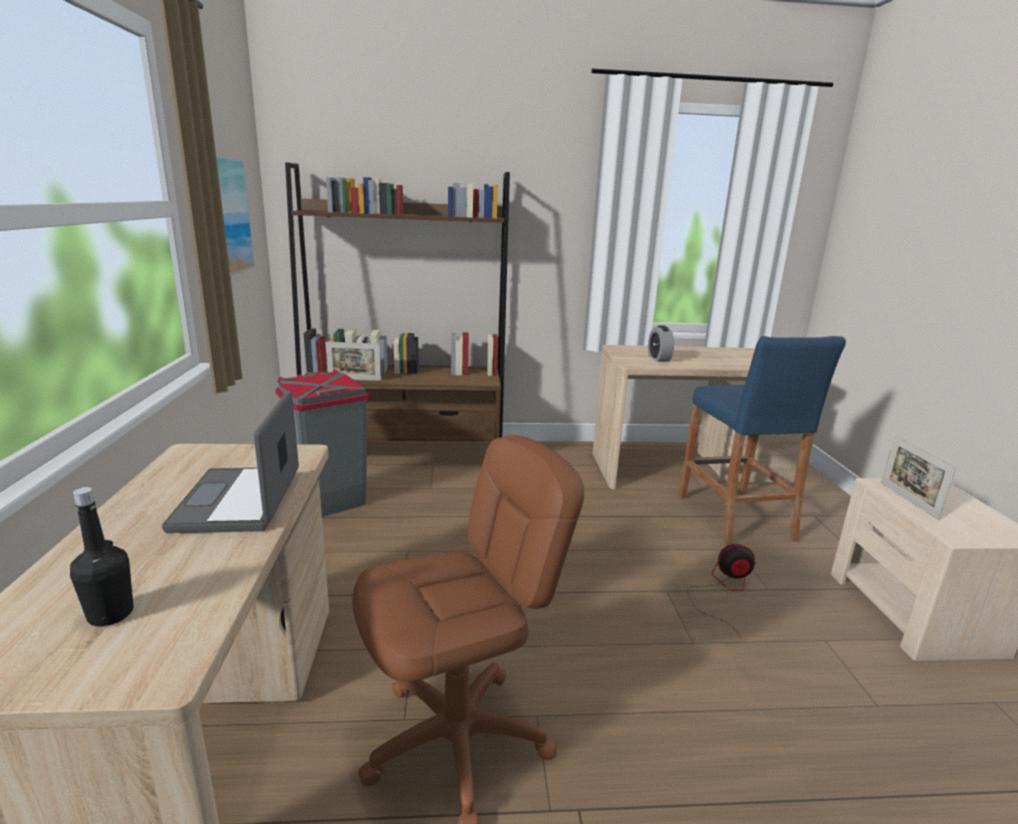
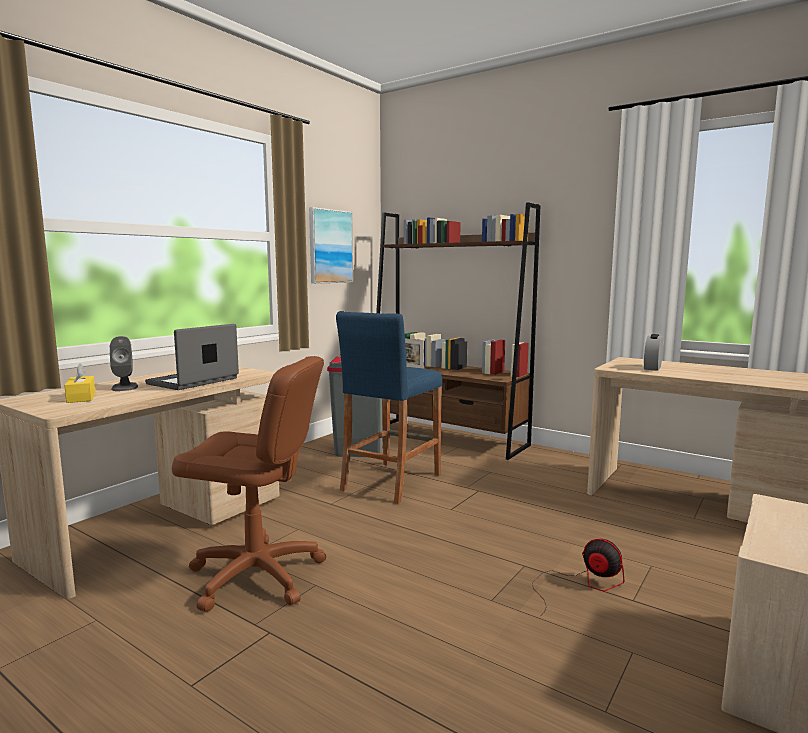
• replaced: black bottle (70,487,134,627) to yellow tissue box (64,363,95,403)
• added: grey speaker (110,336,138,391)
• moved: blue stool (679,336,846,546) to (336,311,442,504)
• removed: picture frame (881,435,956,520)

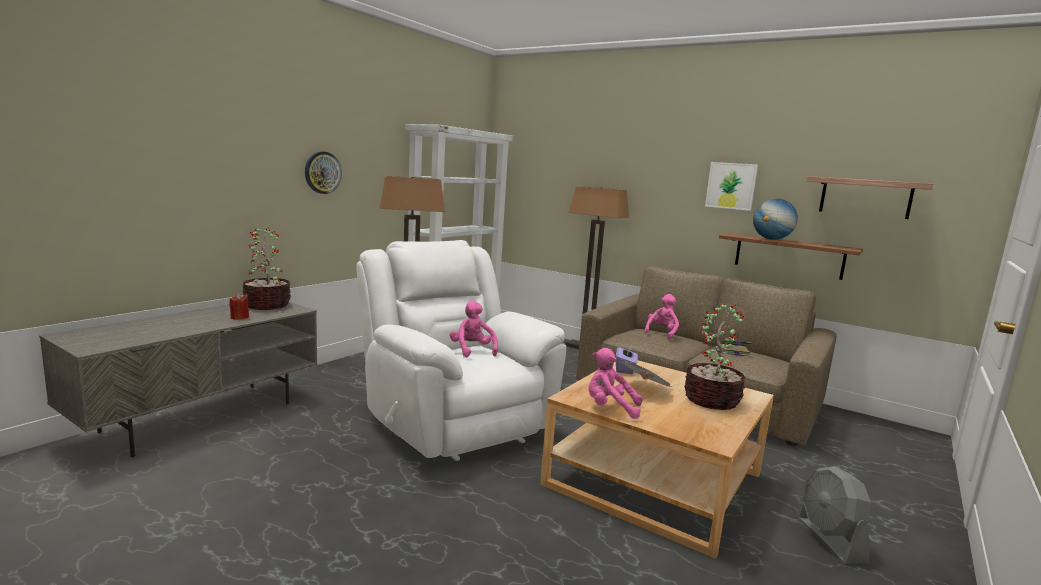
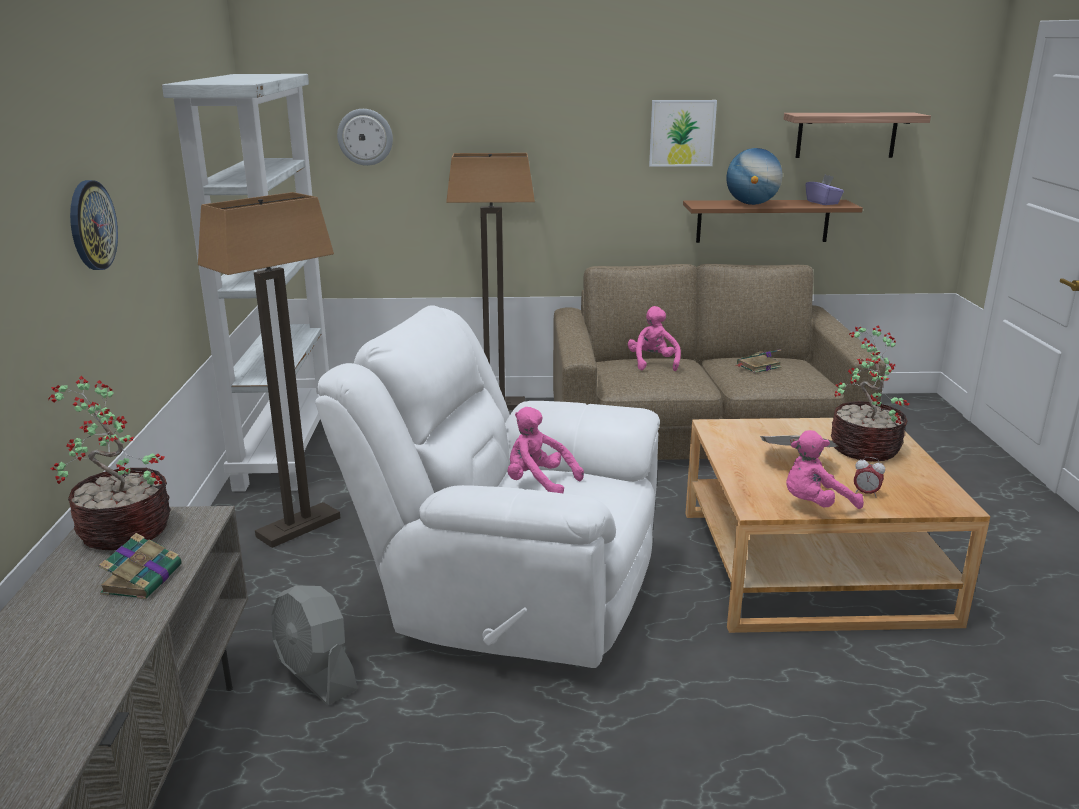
• replaced: red candle (229,293,249,320) to book (98,533,182,599)
• moved: grey fan (797,466,871,564) to (271,586,358,705)
• added: wall clock (337,109,393,166)
• moved: purple tissue box (616,345,638,374) to (805,175,844,205)
• added: alarm clock (854,457,885,498)

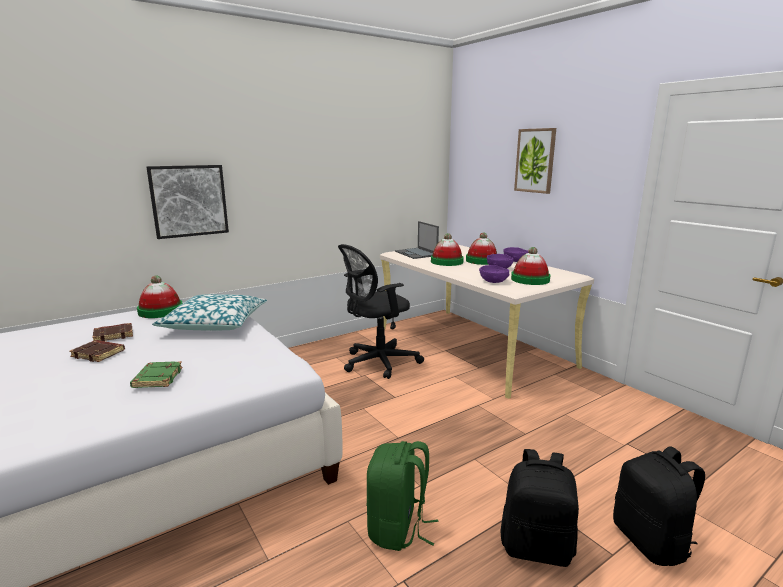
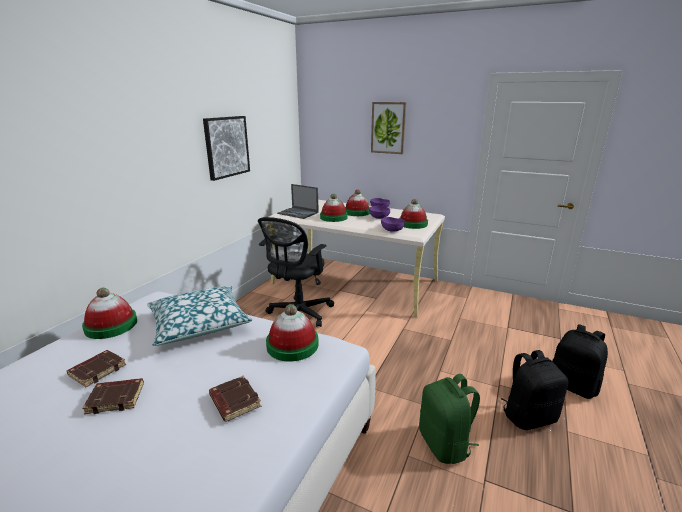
• moved: picture (146,165,229,239) to (203,116,250,181)
• recoloured: green book (130,361,183,388) to brown book (209,376,261,422)
• added: hat (266,304,319,361)

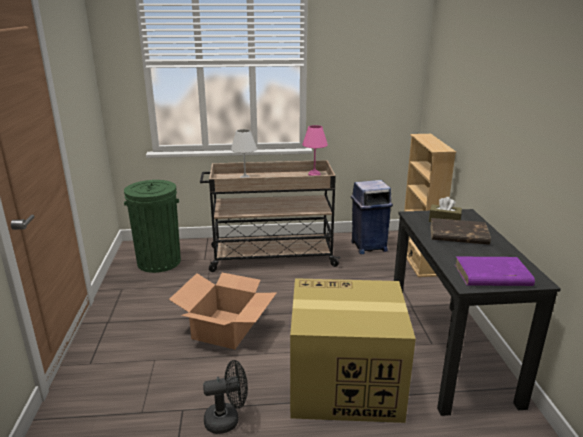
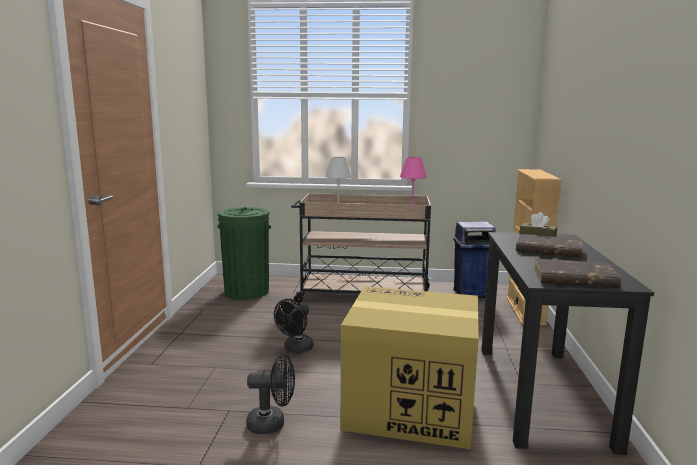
• replaced: cardboard box (169,273,276,350) to black fan (274,299,314,353)
• recoloured: purple book (455,257,535,286) to brown book (533,258,621,288)

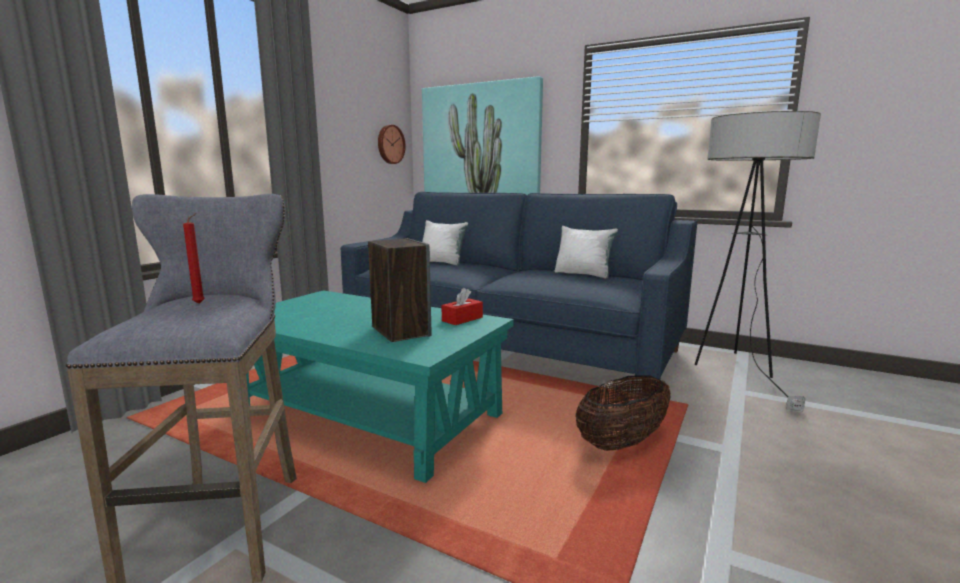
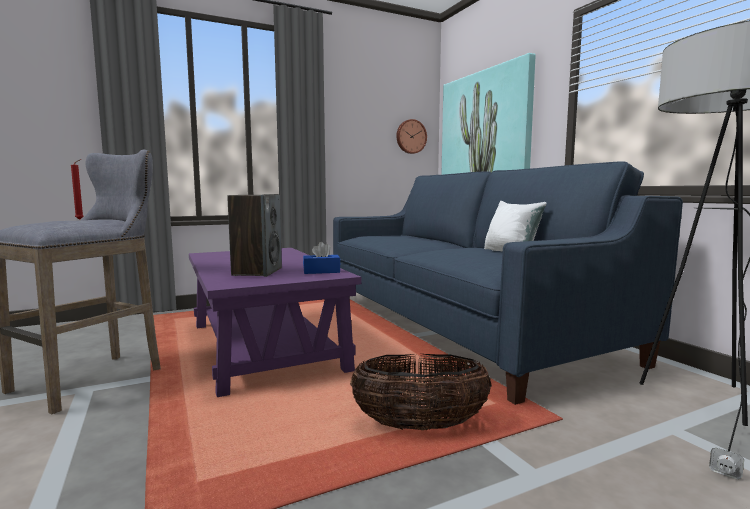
• recoloured: turquoise coffee table (246,290,514,483) to purple coffee table (189,248,361,397)
• recoloured: red tissue box (442,288,483,325) to blue tissue box (303,242,340,274)
• removed: white pillow (422,220,468,265)

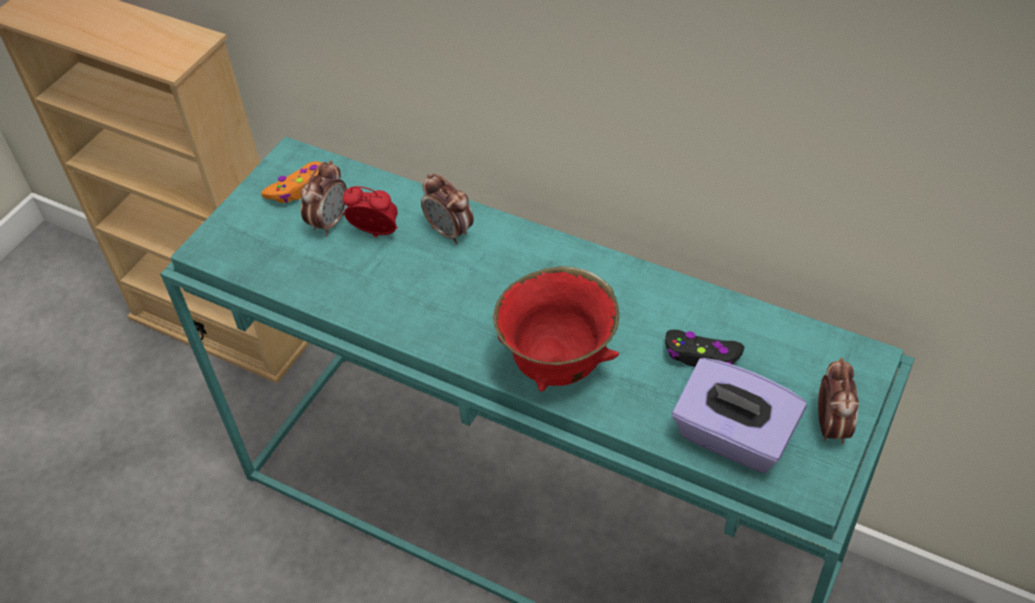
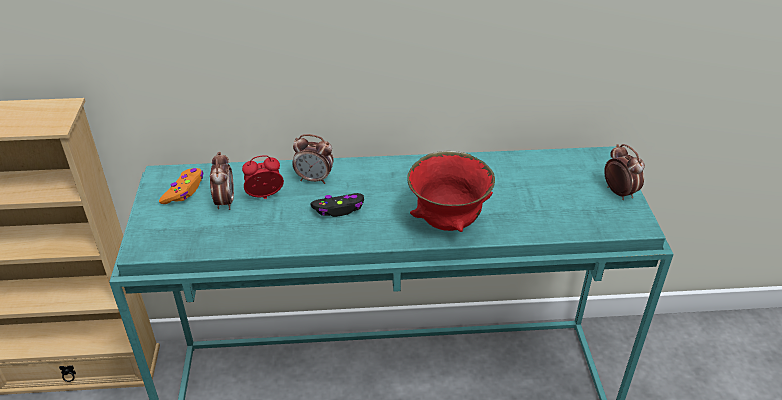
• moved: black game controller (665,330,744,367) to (310,193,364,217)
• removed: purple tissue box (672,358,807,473)

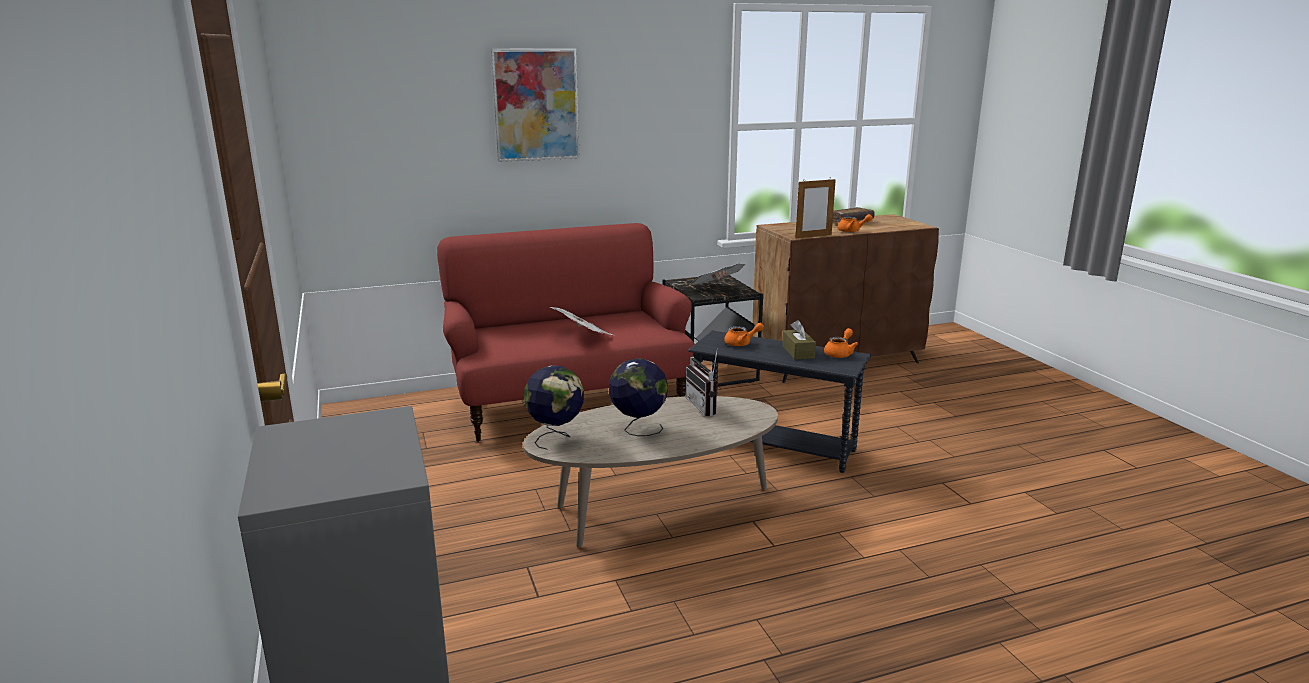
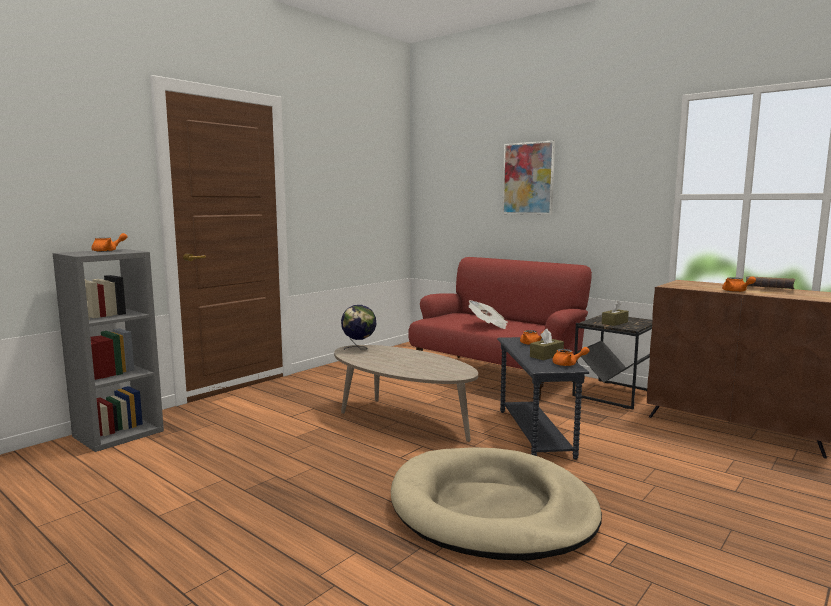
• added: orange teapot (92,233,127,252)
• added: beige dog bed (391,447,602,560)
• replaced: newspaper (689,264,745,285) to brown tissue box (602,301,629,326)
• removed: globe (609,358,668,436)
• removed: radio (686,349,718,416)
• removed: picture frame (795,179,836,239)

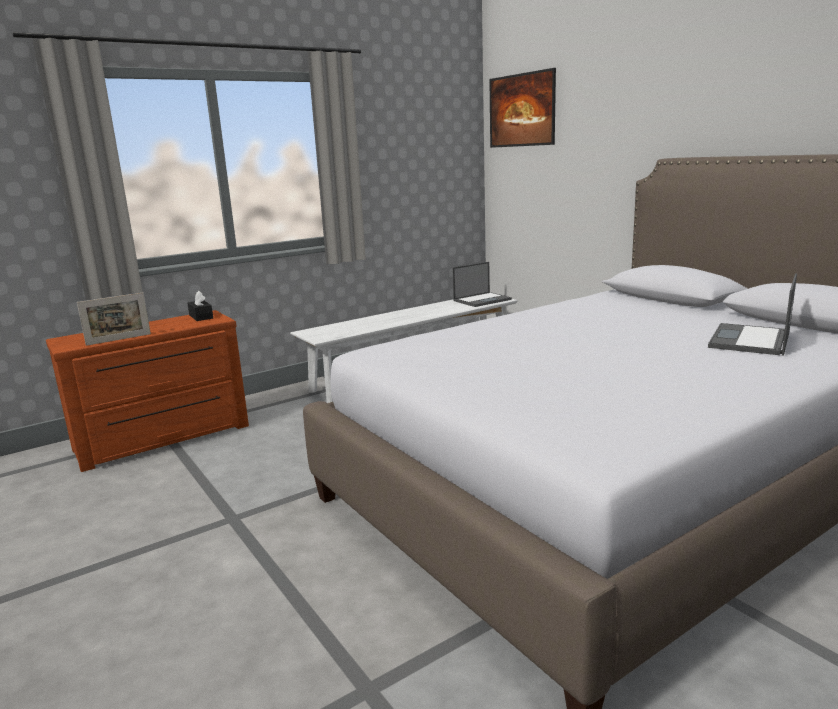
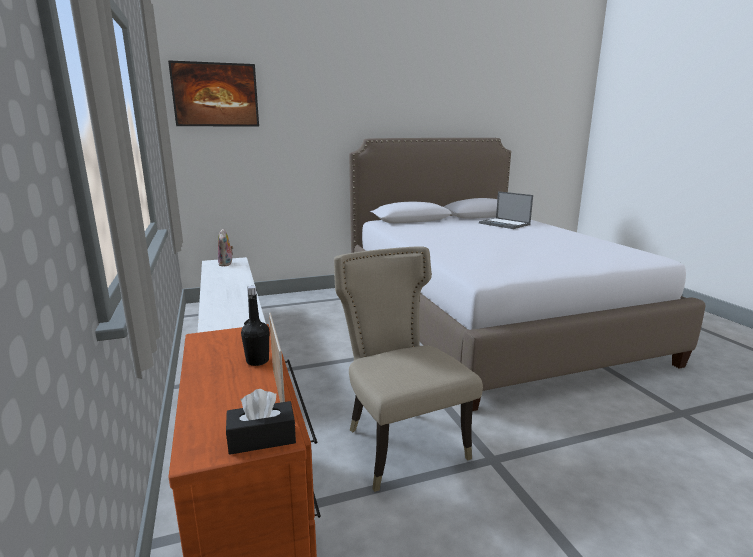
• replaced: laptop (453,262,512,307) to plush toy (218,229,234,266)
• moved: black tissue box (187,291,213,321) to (226,389,296,455)
• added: black bottle (241,286,269,366)
• added: beige chair (334,246,483,492)

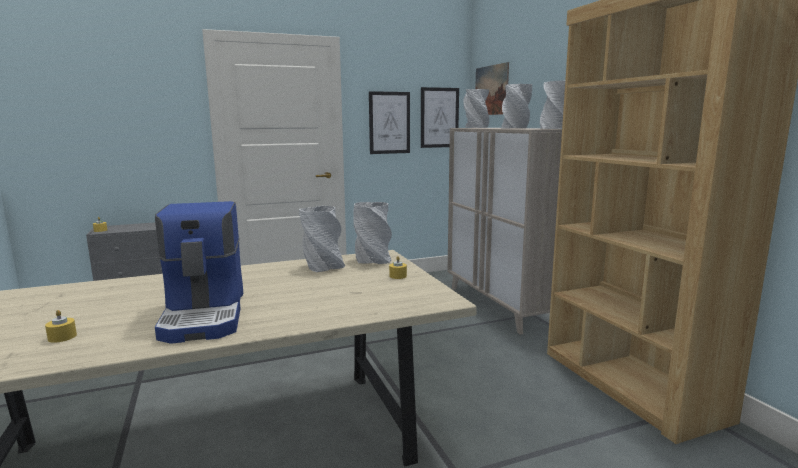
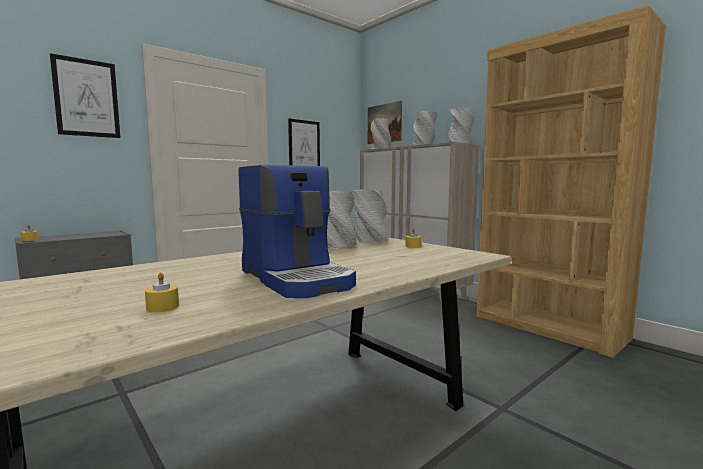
• moved: picture (421,87,459,148) to (50,53,120,138)

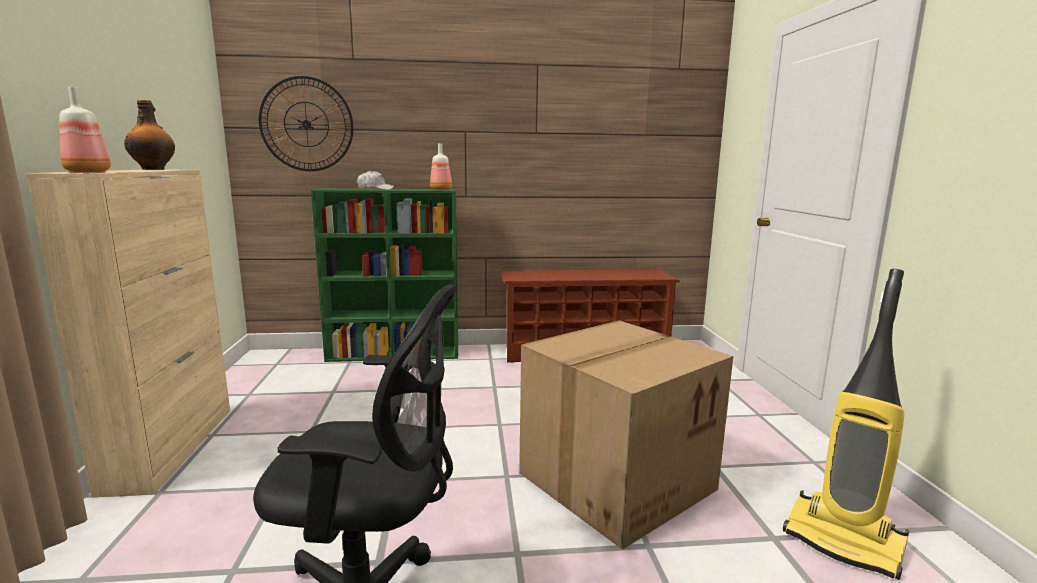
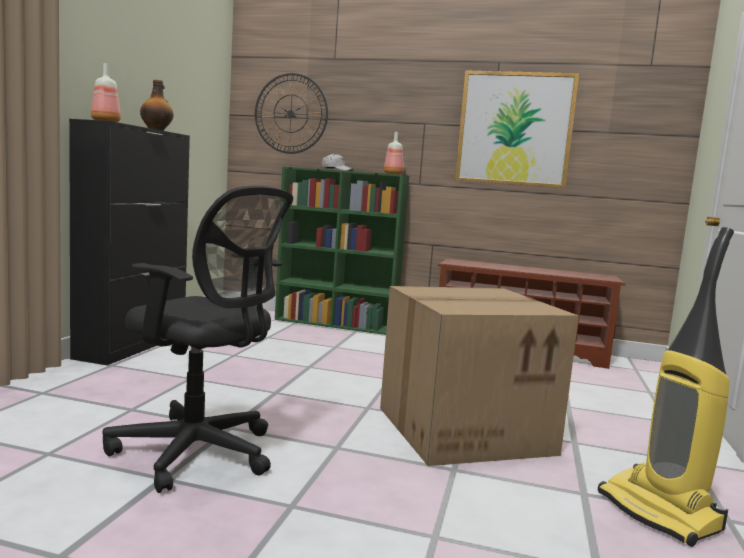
• recoloured: beige cabinet (26,169,230,497) to black cabinet (69,119,190,365)
• added: picture (455,70,579,188)

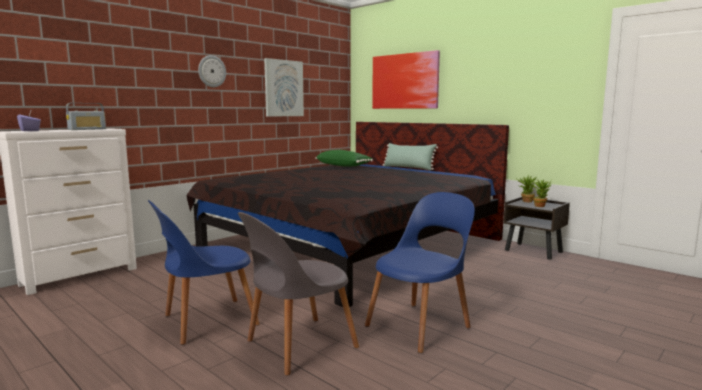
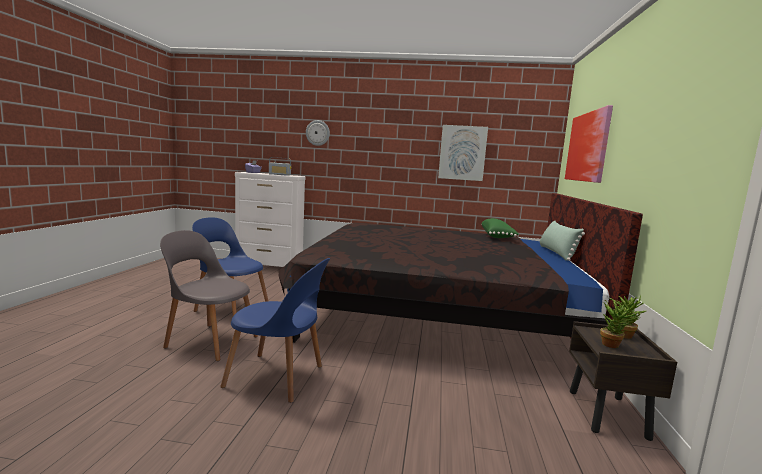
• moved: wall clock (198,55,226,87) to (306,120,330,146)

